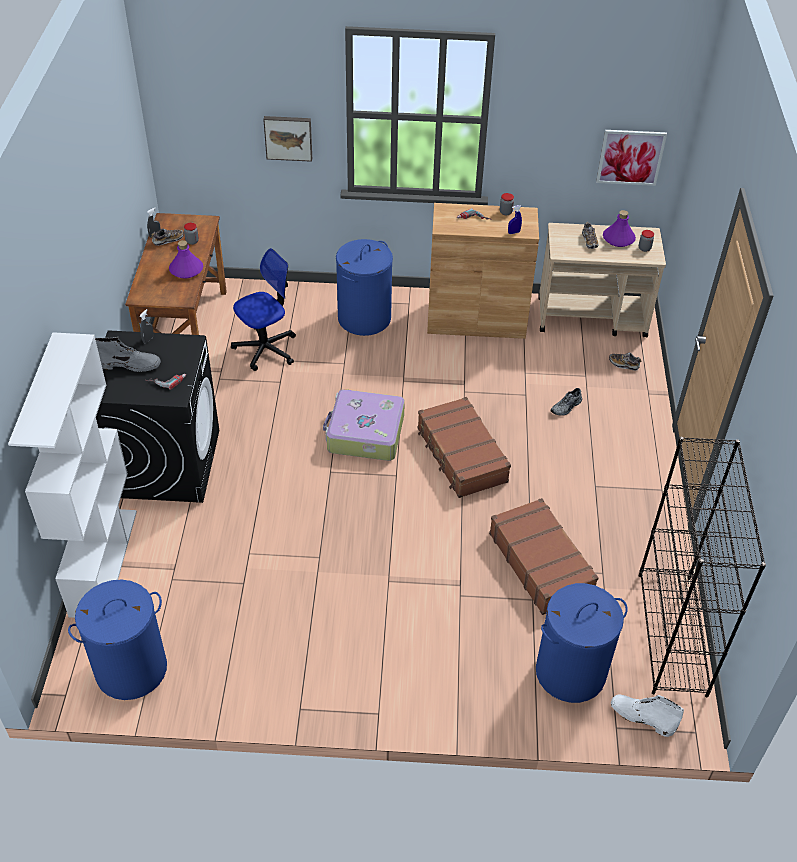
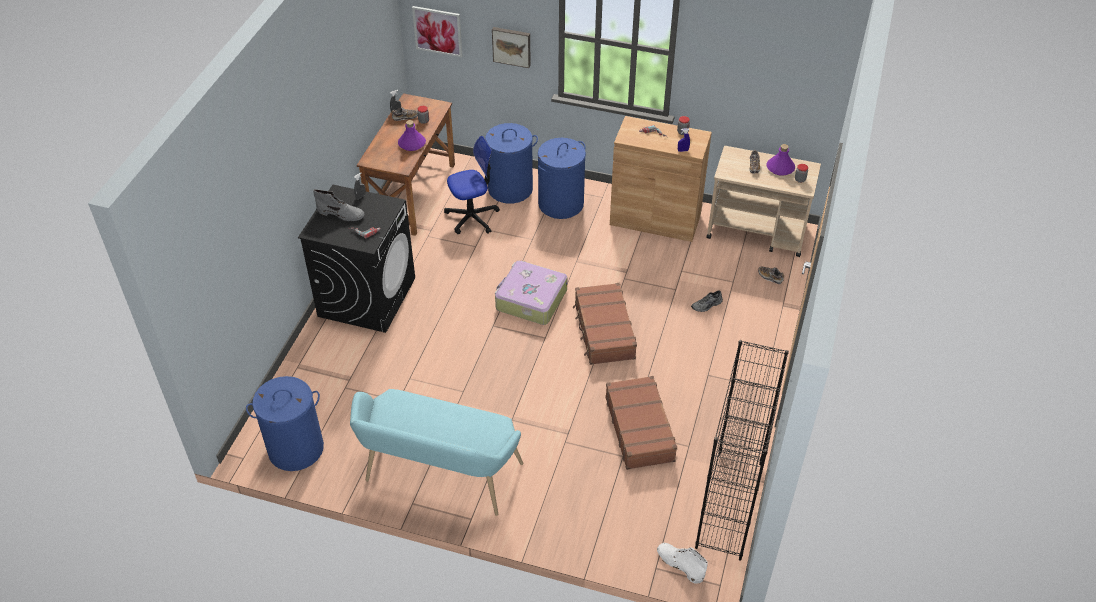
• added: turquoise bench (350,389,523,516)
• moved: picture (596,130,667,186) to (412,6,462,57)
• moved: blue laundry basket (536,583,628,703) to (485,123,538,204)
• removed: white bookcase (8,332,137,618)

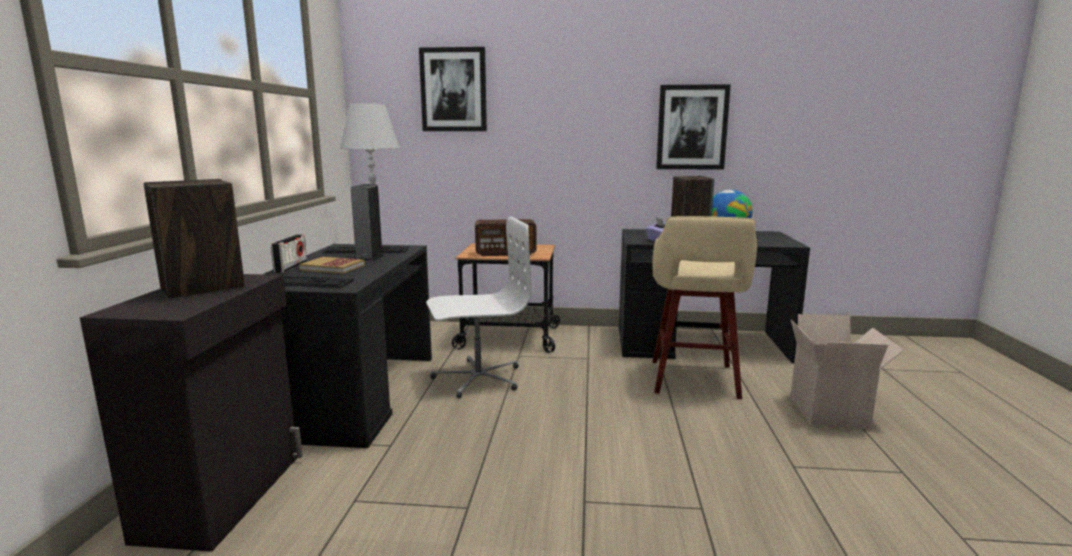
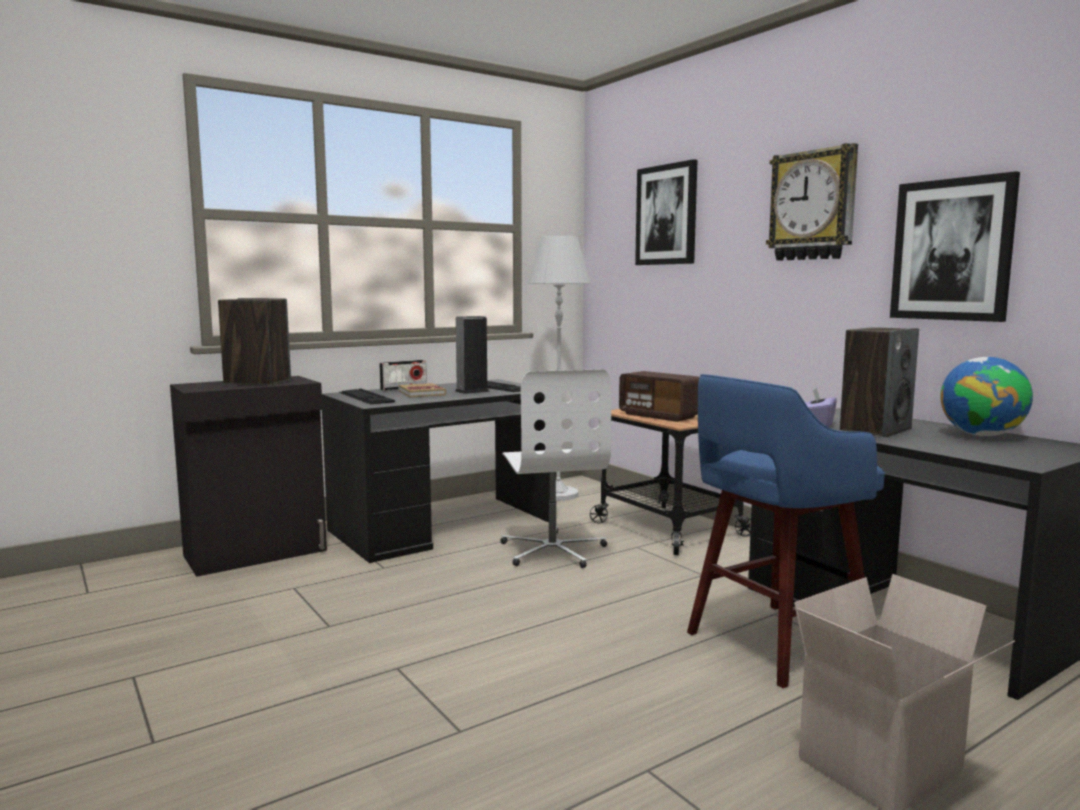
• turned: white office chair (426,217,532,398) = (500,369,611,568) 45 degrees clockwise
• recoloured: beige stool (652,216,757,399) to blue stool (687,374,885,688)
• added: wall clock (766,143,858,261)

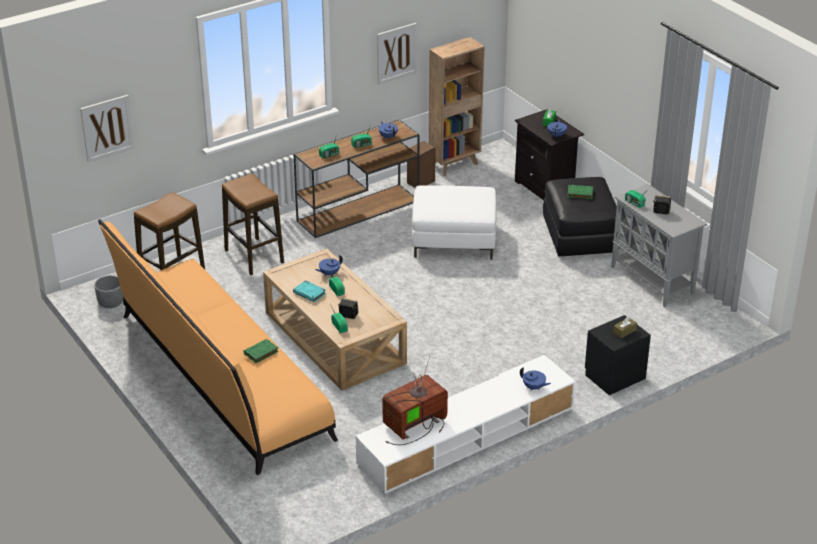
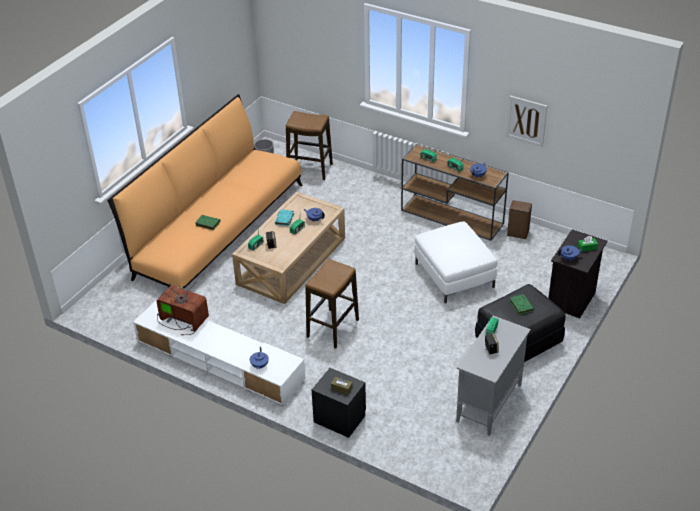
• moved: stool (222,174,284,275) to (305,259,359,349)
• removed: picture (80,95,134,163)
• removed: brown bookcase (429,37,485,176)

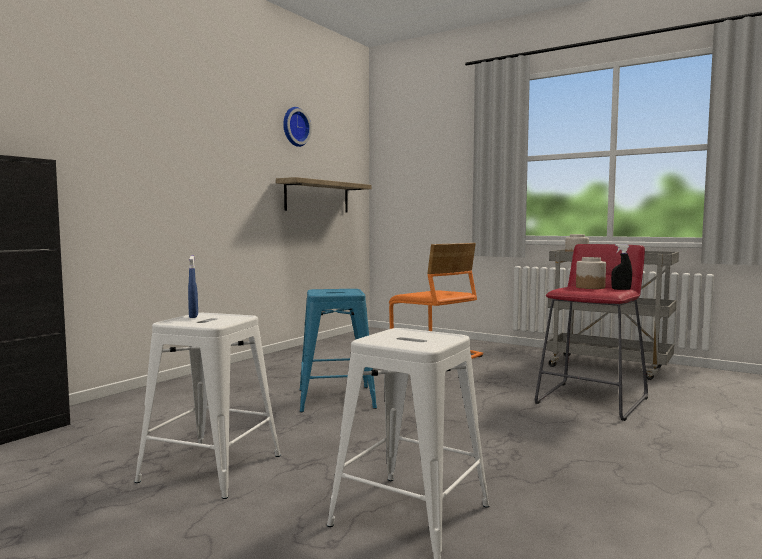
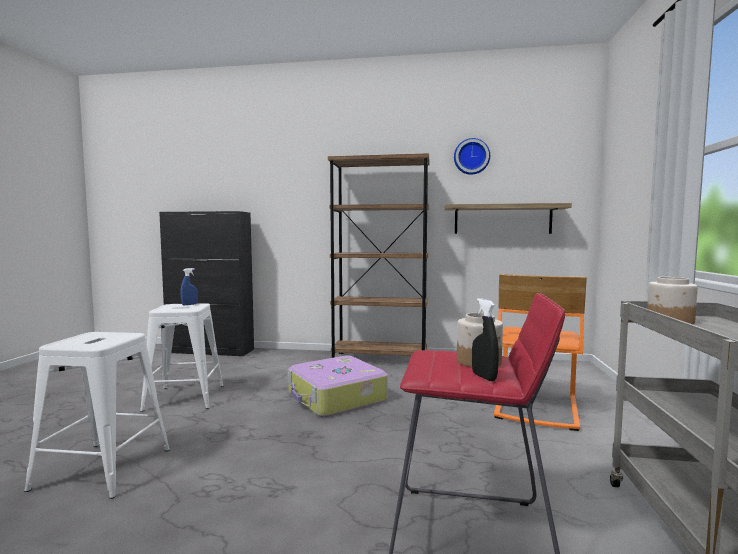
• replaced: blue stool (300,289,377,412) to suitcase (288,356,388,417)
• added: brown bookcase (328,153,430,358)

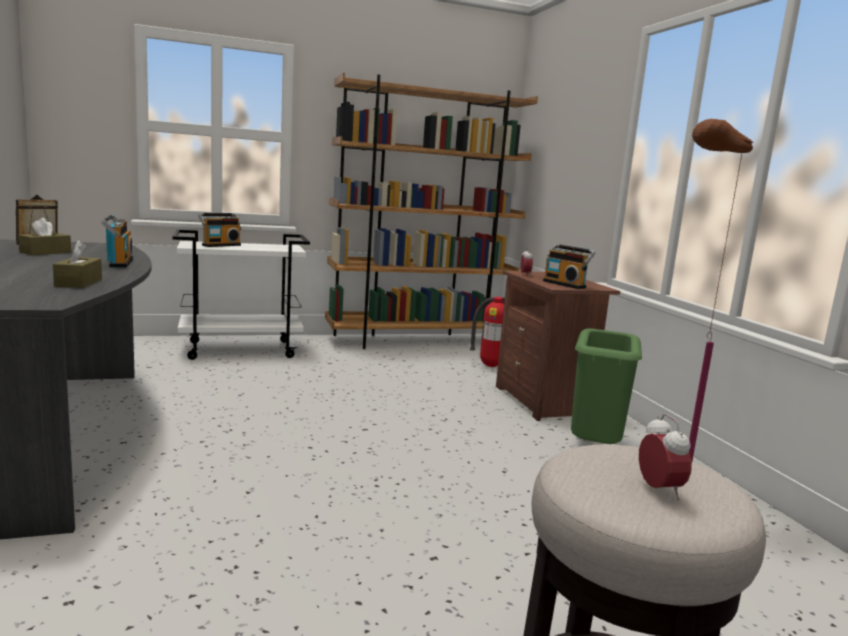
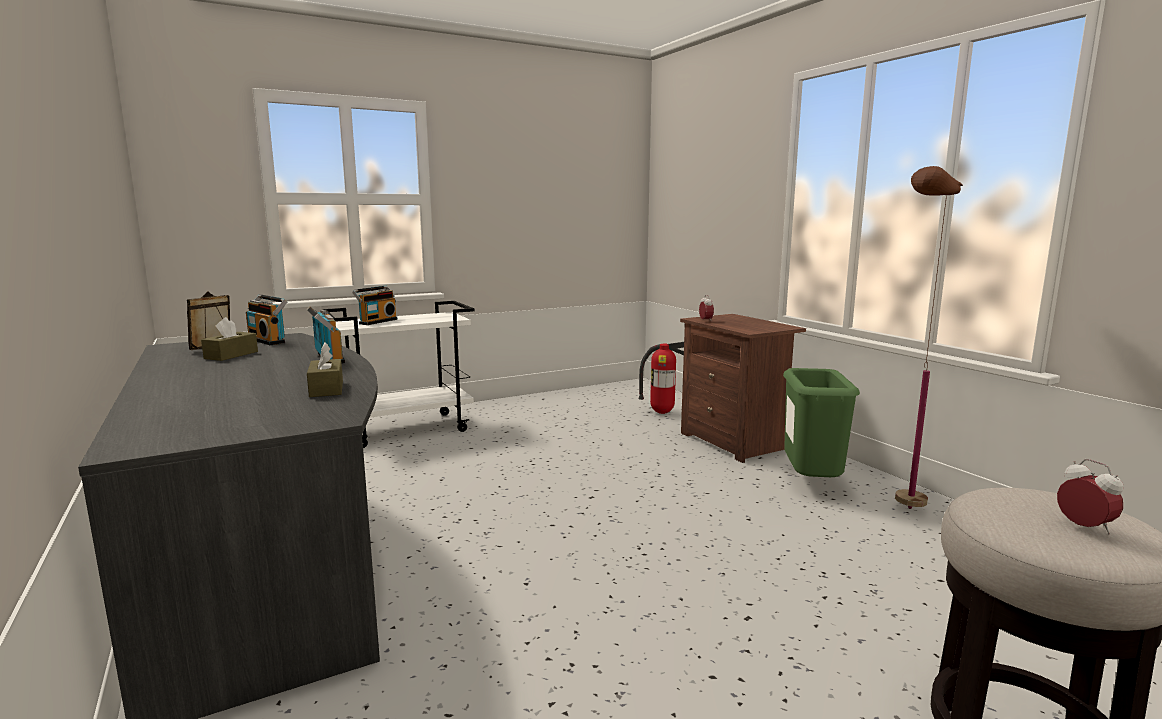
• moved: radio (543,244,595,289) to (246,294,288,346)
• removed: brown bookcase (325,73,538,349)

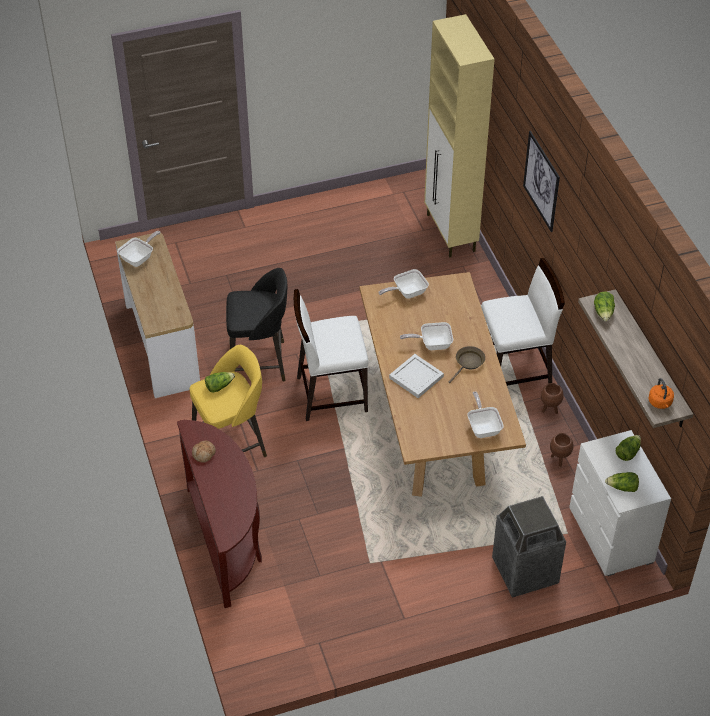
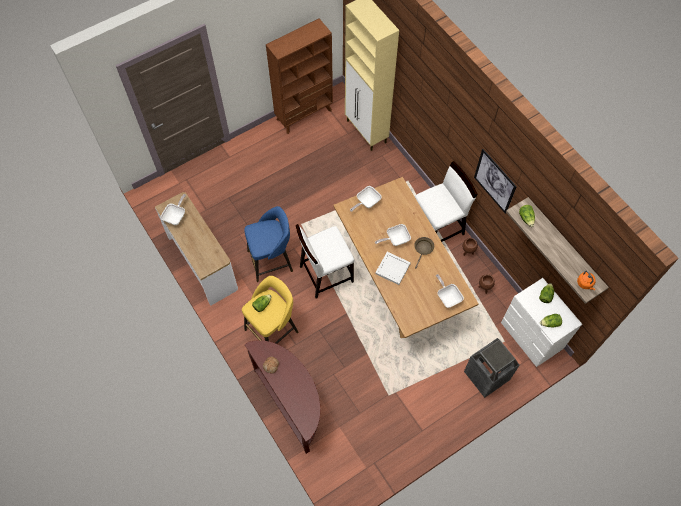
• recoloured: black stool (226,268,287,382) to blue stool (244,206,293,282)
• added: brown bookcase (266,18,333,134)
• moved: picture (523,131,560,232) to (474,149,517,214)

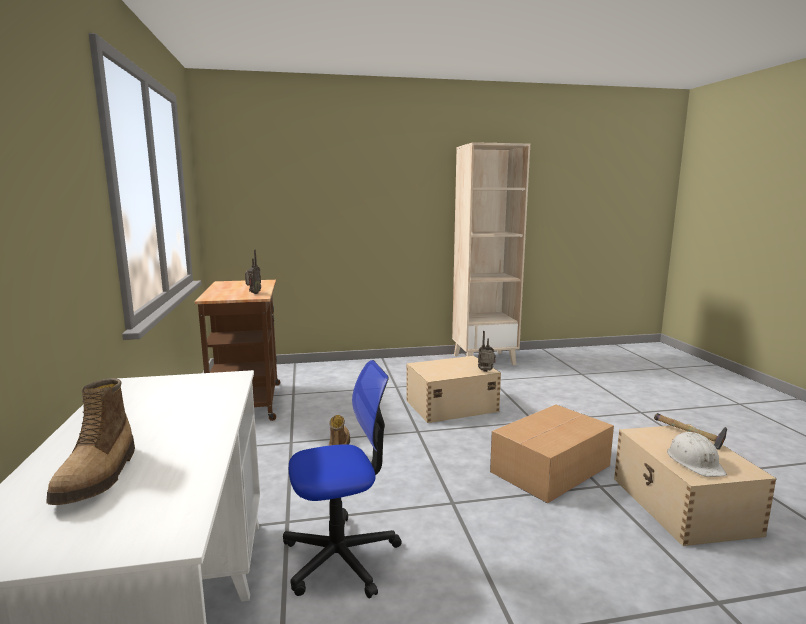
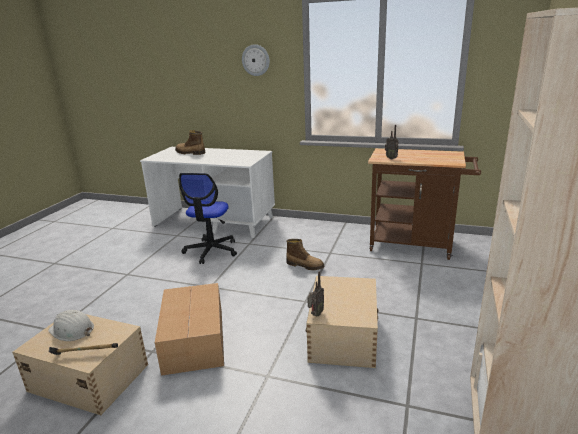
• added: wall clock (242,44,270,76)

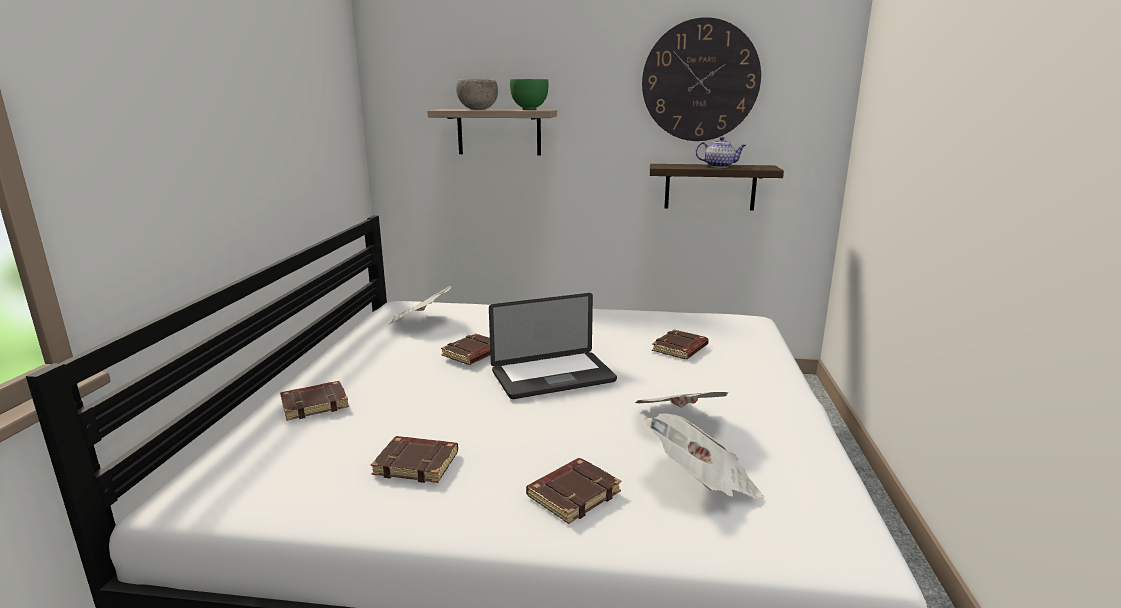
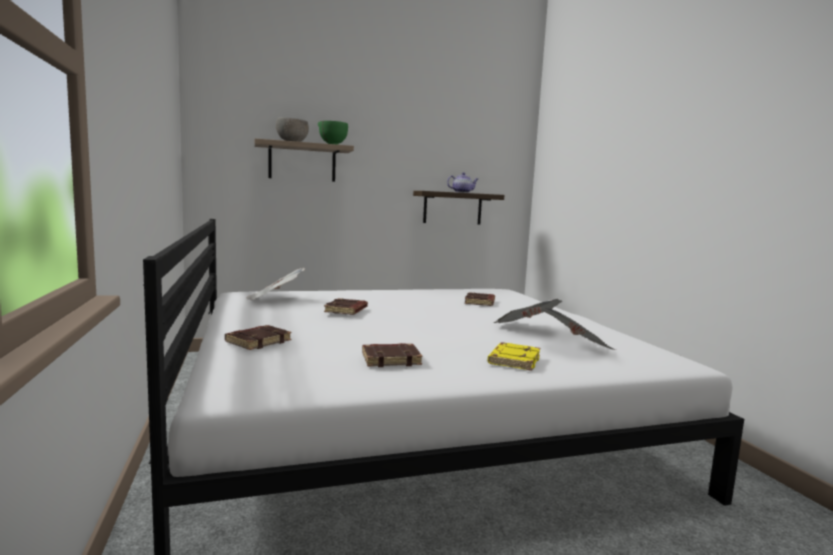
• recoloured: brown book (526,458,621,524) to yellow book (487,342,540,371)
• removed: laptop (489,293,617,399)
• removed: wall clock (642,17,761,141)

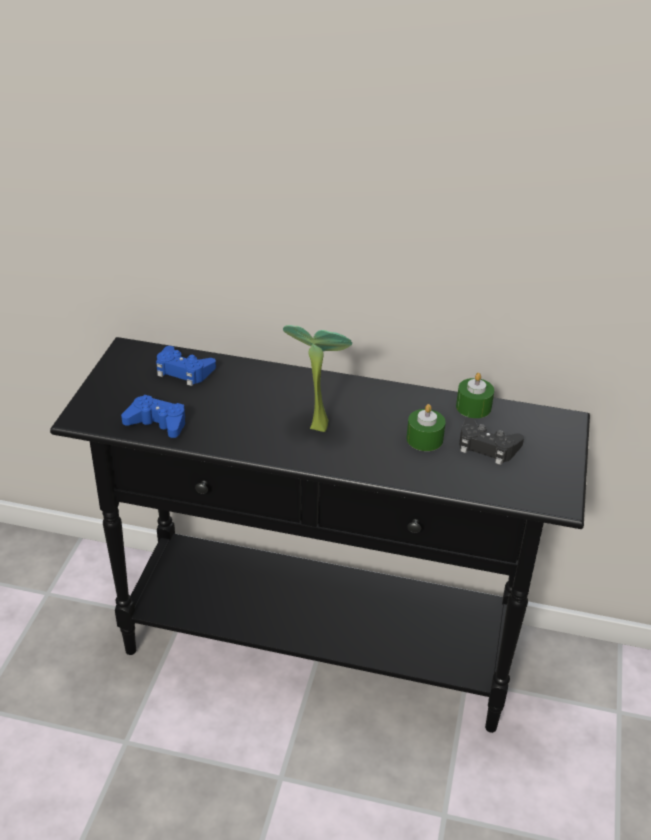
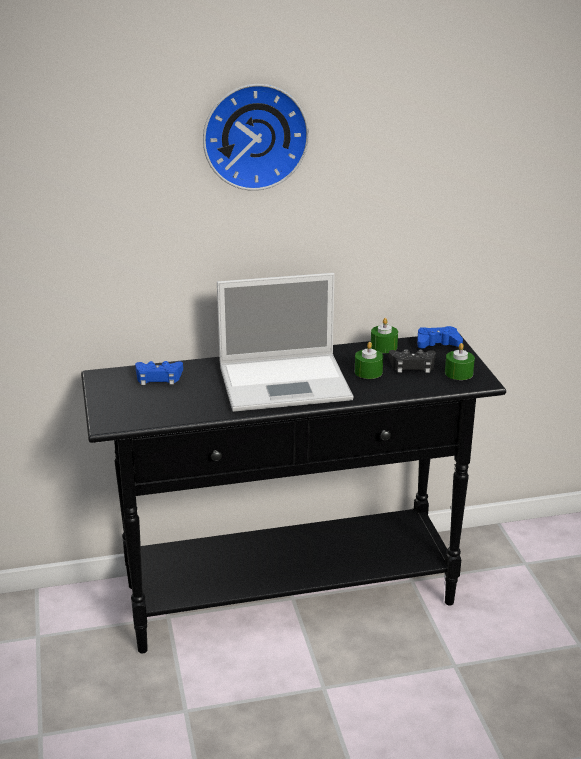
• added: wall clock (203,84,309,191)
• replaced: potted plant (283,325,352,432) to laptop (217,273,353,412)
• moved: blue game controller (121,395,185,438) to (417,326,463,348)
• added: green candle (445,343,475,380)

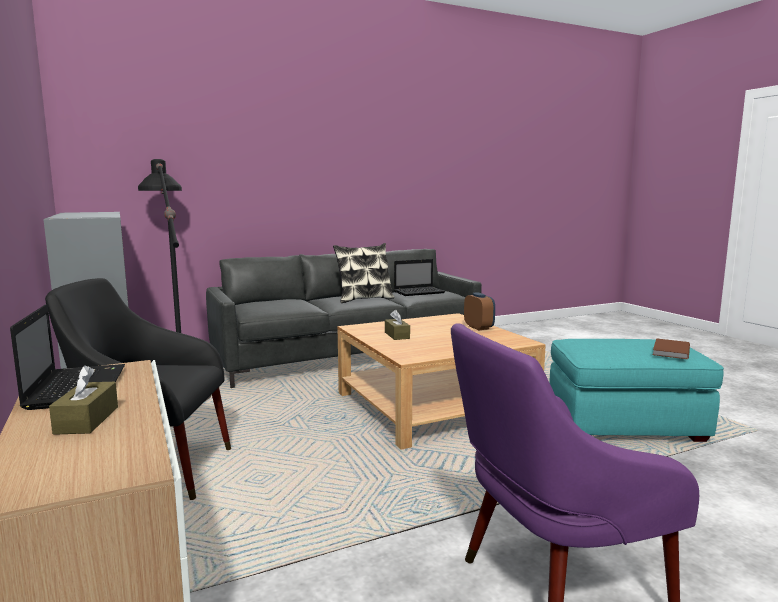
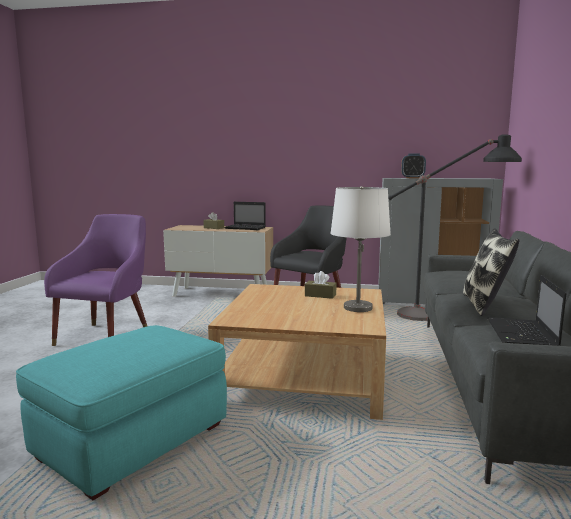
• added: white table lamp (330,186,391,312)
• moved: alarm clock (464,292,495,330) to (401,153,426,178)
• removed: brown book (653,338,690,359)

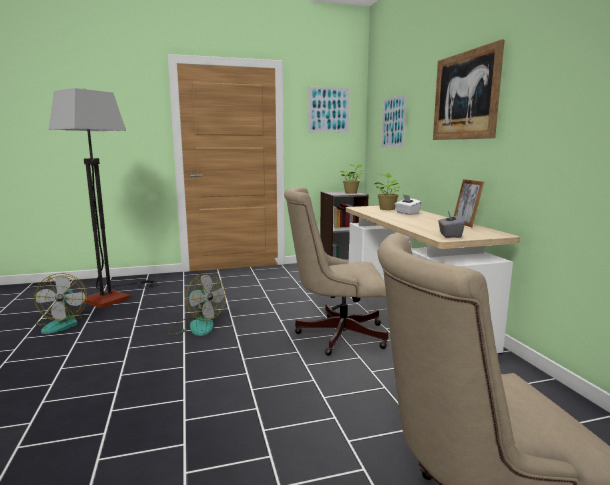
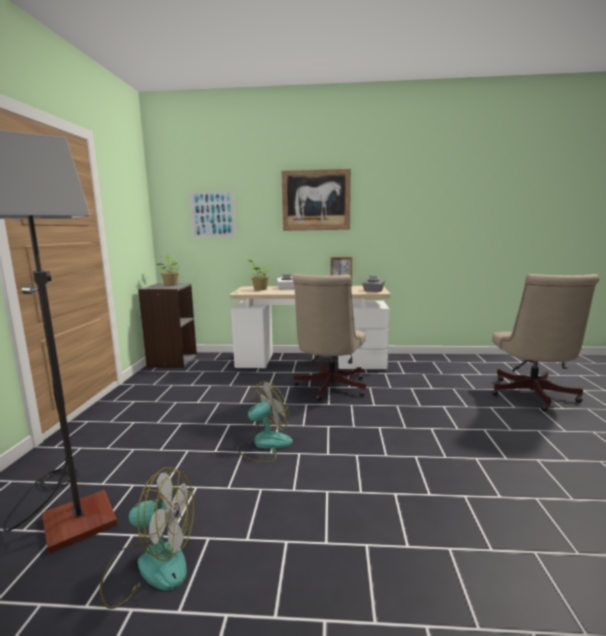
• removed: picture (308,87,350,133)

